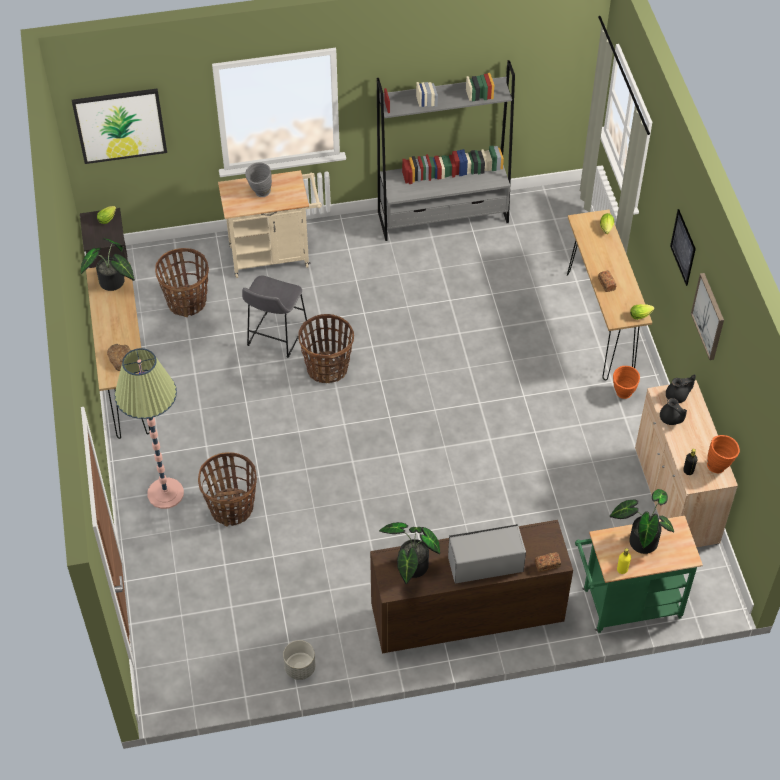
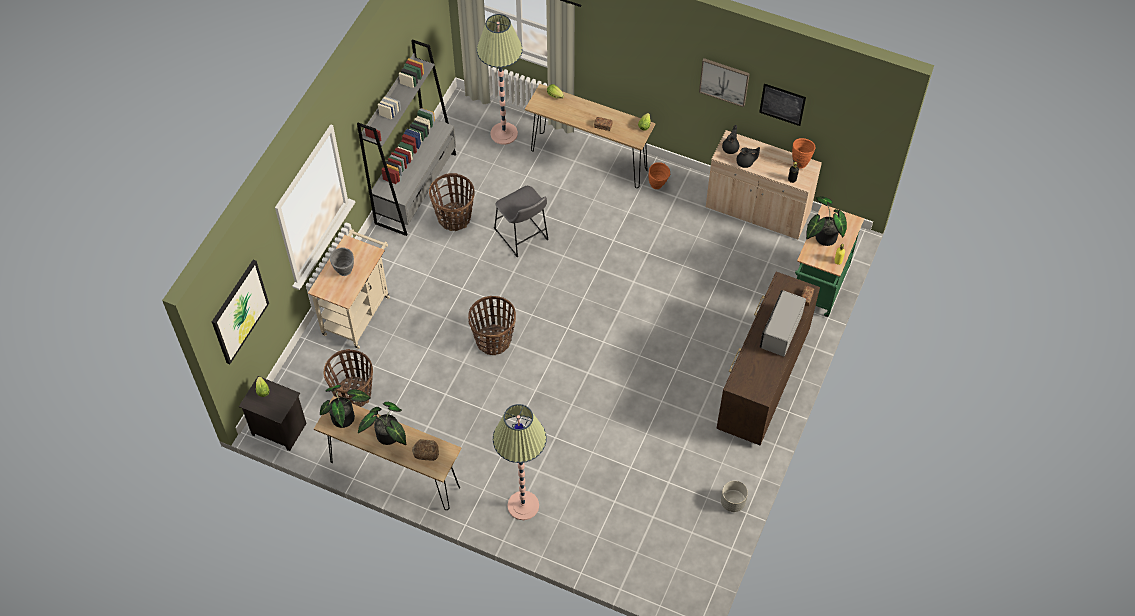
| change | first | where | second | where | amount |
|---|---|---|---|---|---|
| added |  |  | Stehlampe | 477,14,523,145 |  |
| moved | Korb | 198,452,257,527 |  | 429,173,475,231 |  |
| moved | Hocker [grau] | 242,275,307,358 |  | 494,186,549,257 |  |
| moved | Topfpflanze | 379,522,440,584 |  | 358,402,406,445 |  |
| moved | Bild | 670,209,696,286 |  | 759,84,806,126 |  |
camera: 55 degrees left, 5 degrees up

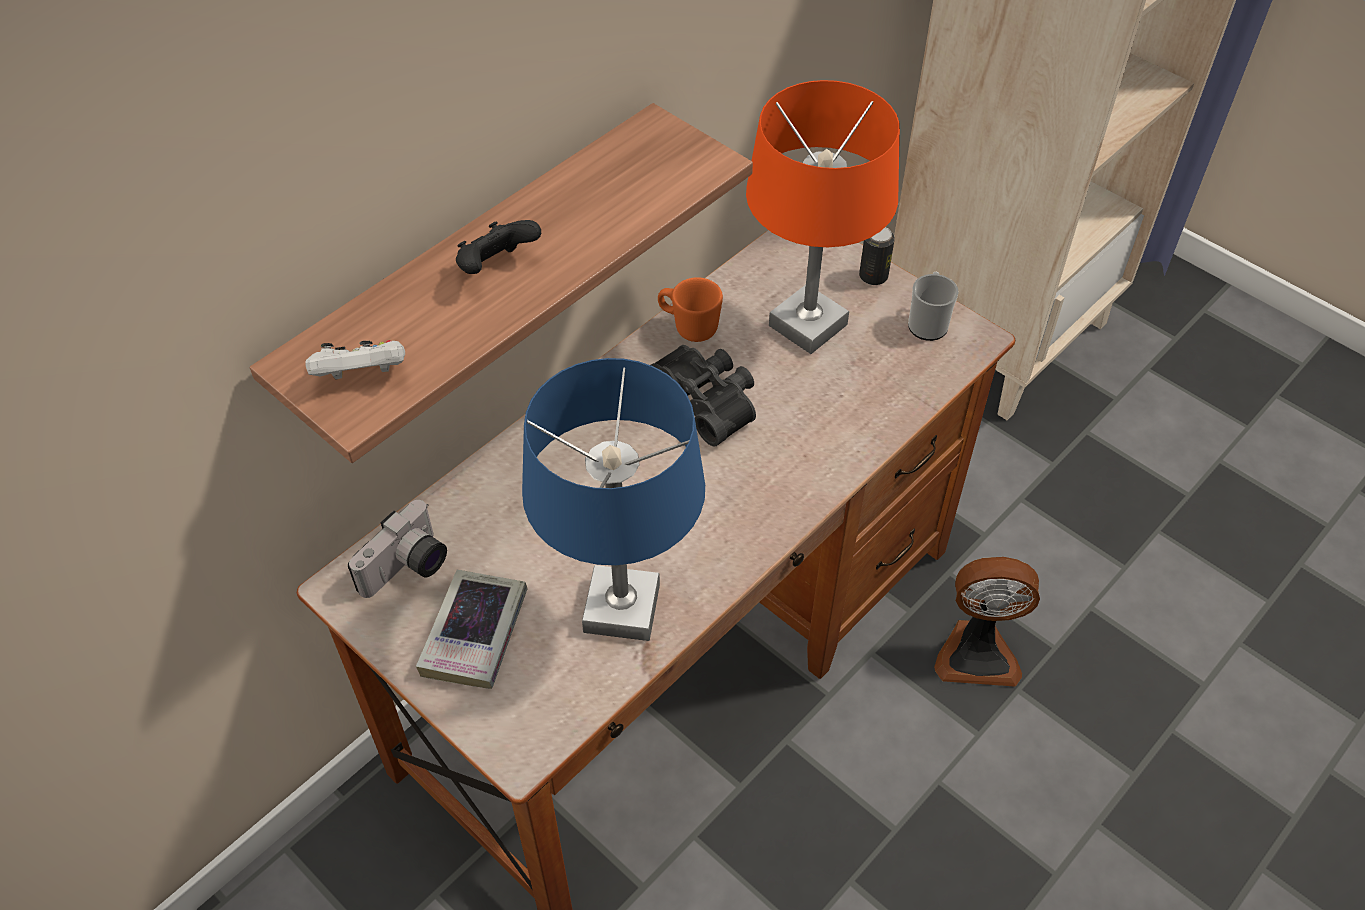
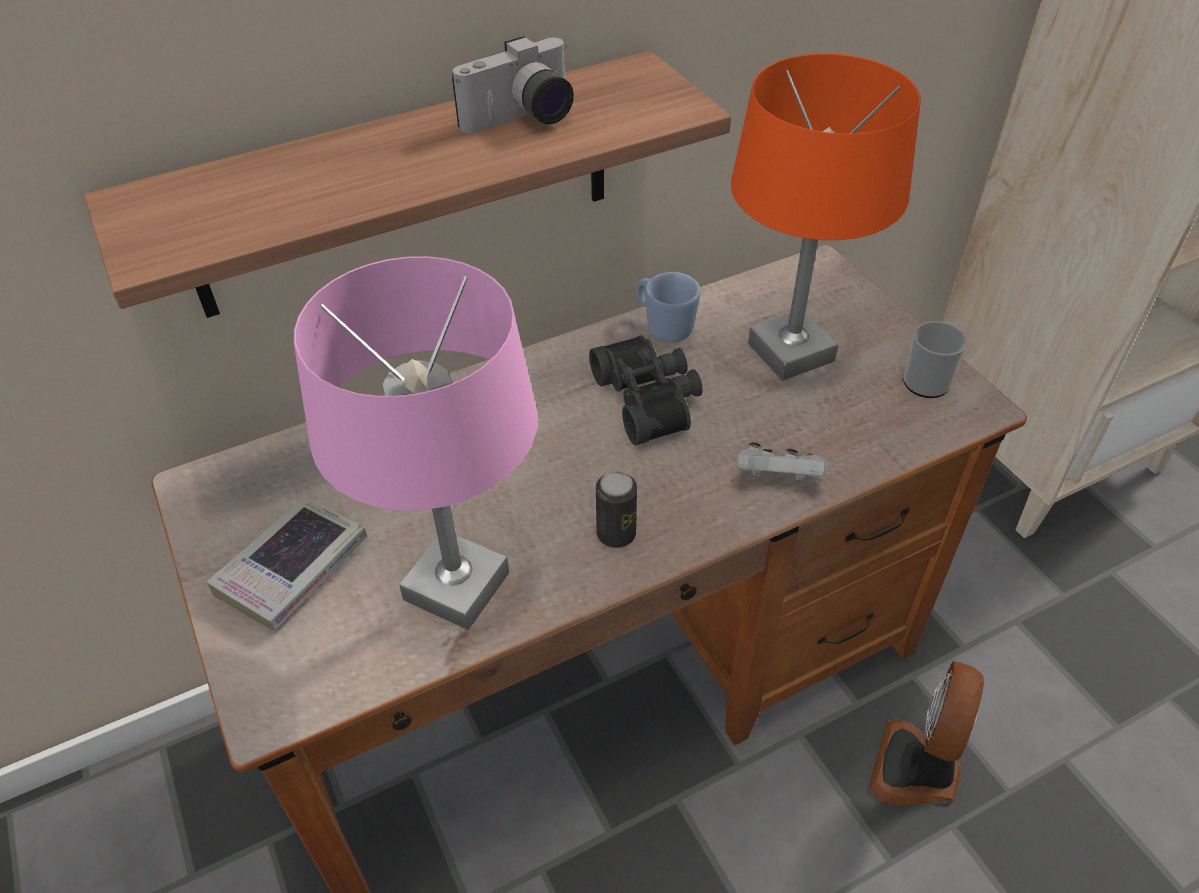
| change | first | where | second | where | amount |
|---|---|---|---|---|---|
| removed | Gamepad [schwarz] | 456,220,541,274 |  |  |  |
| moved | Gamepad [weiß] | 305,340,405,379 |  | 737,442,828,481 |  |
| moved | Kamera | 348,500,447,598 |  | 452,36,574,133 |  |
| moved | Dose | 859,227,895,285 |  | 596,471,637,548 |  |
| recoloured | Tischlampe [blau] | 522,358,705,641 | Tischlampe [rosa] | 294,256,538,630 |  |
| recoloured | Henkelbecher [orange] | 658,277,723,342 | Henkelbecher [blau] | 636,272,700,342 |  |
| turned | Ventilator | 934,557,1040,687 |  | 868,661,984,805 | 90 degrees clockwise |
camera: 20 degrees right, 5 degrees down

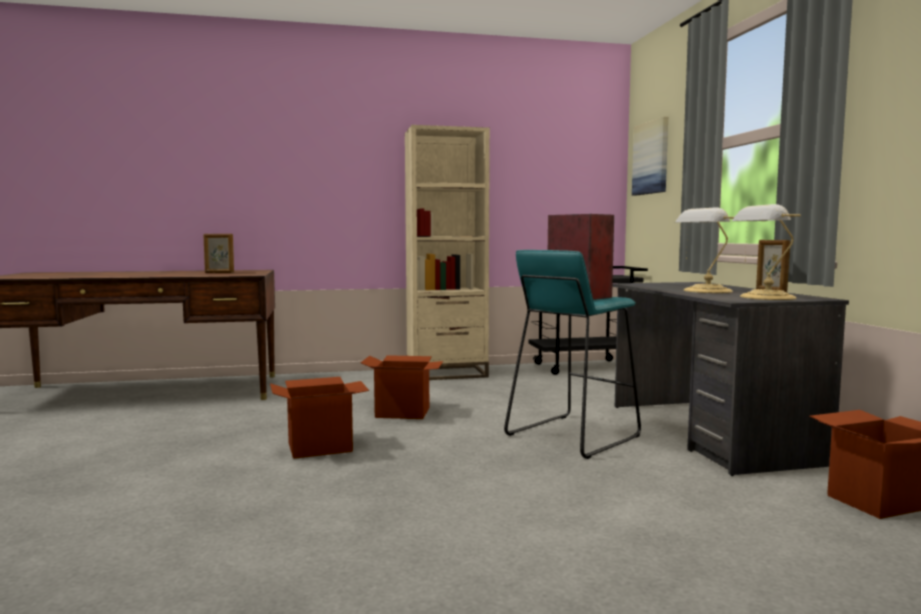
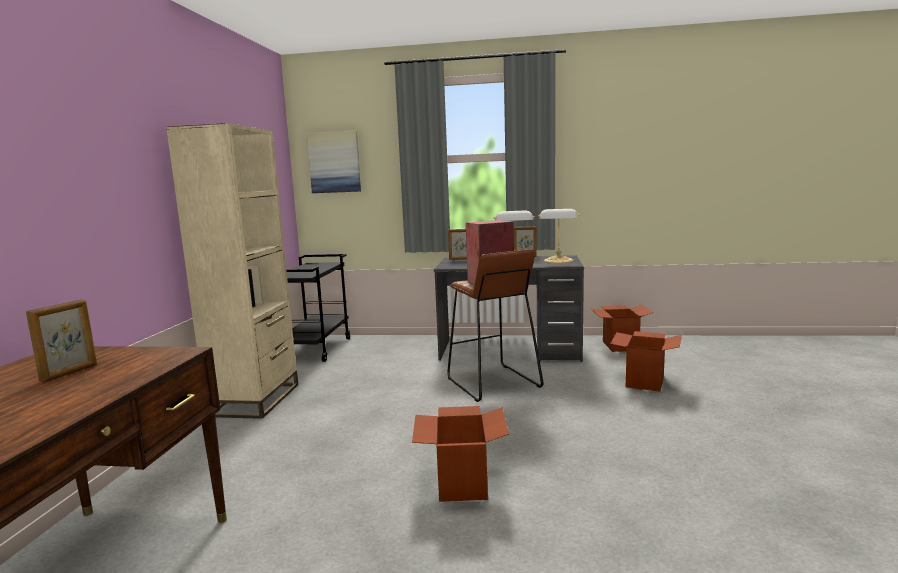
| change | first | where | second | where | amount |
|---|---|---|---|---|---|
| added |  |  | Bilderrahmen | 448,229,467,260 |  |
| moved | Karton | 360,355,443,419 |  | 610,331,682,392 |  |
| recoloured | Hocker [türkis] | 504,250,641,459 | Hocker [braun] | 448,250,543,402 |  |
camera: 70 degrees left, 5 degrees up

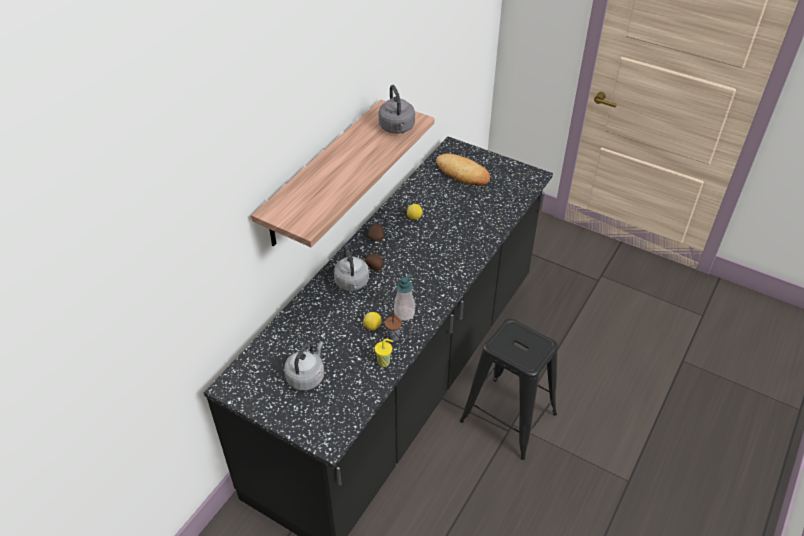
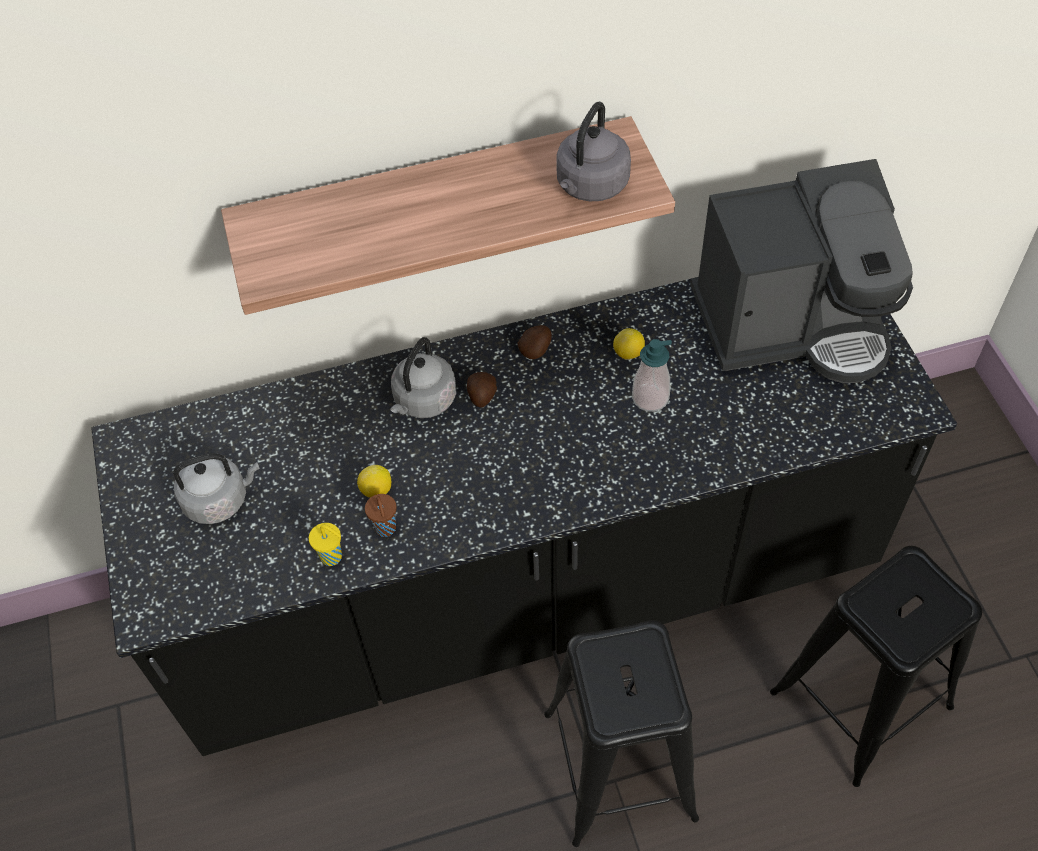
| change | first | where | second | where | amount |
|---|---|---|---|---|---|
| added |  |  | Hocker [schwarz] | 770,546,982,787 |  |
| moved | Seifenspender | 394,274,415,321 |  | 632,339,672,412 |  |
| replaced | Brot | 436,153,490,185 | Kaffeemaschine | 690,159,913,383 |  |
camera: 45 degrees right, 10 degrees up

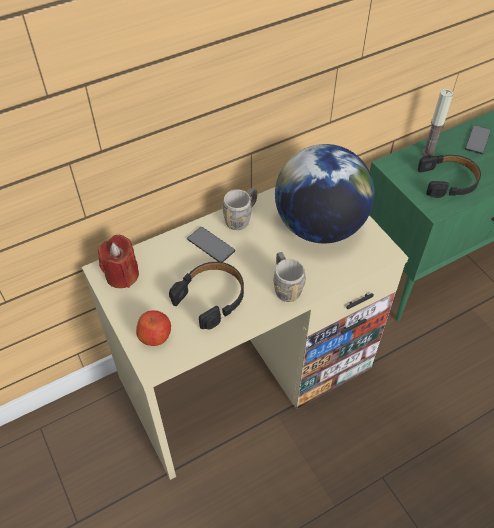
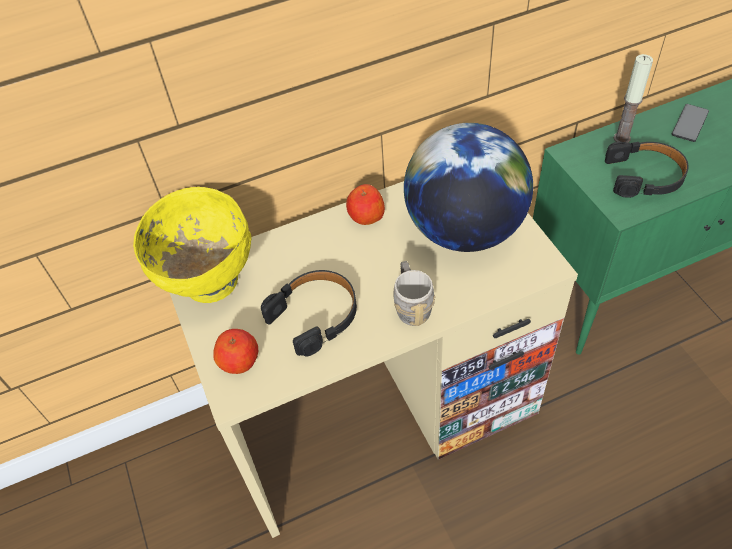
| change | first | where | second | where | amount |
|---|---|---|---|---|---|
| removed | Handy | 187,227,235,262 |  |  |  |
| replaced | Kerze [rot] | 98,235,139,288 | Schüssel [gelb] | 133,187,252,303 |  |
| replaced | Henkelbecher [grau] | 223,188,257,230 | Apfel | 346,184,385,225 |  |
camera: 10 degrees right, 0 degrees up

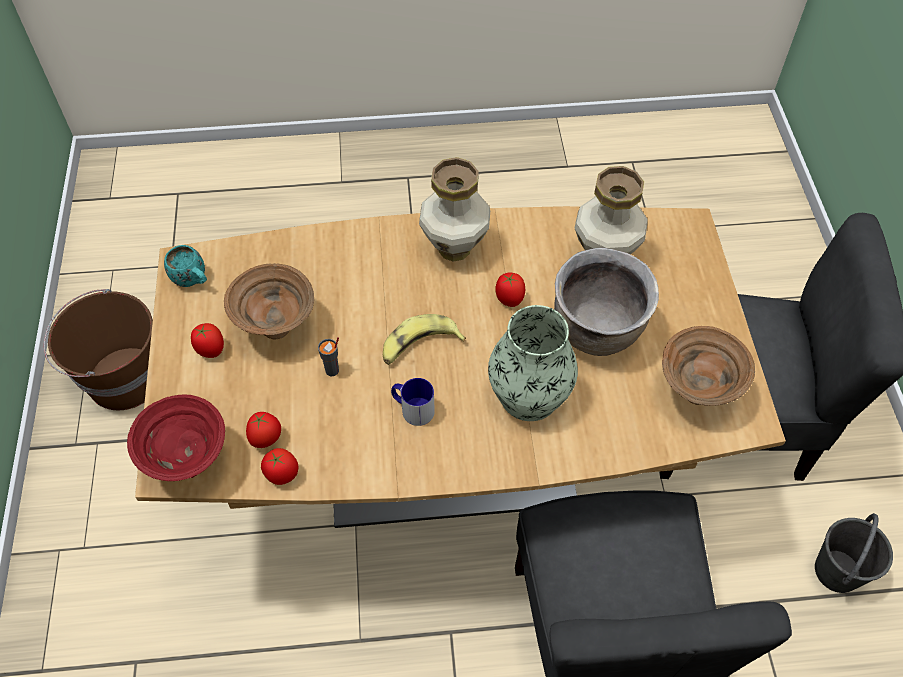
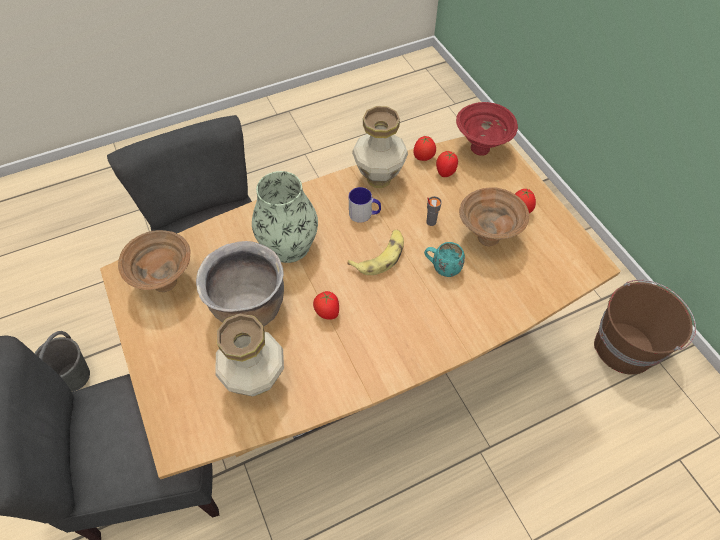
| change | first | where | second | where | amount |
|---|---|---|---|---|---|
| moved | Henkelbecher [türkis] | 164,245,207,287 |  | 424,242,465,277 |  |
| moved | Vase | 419,157,490,262 |  | 352,106,408,188 |  |
camera: 160 degrees right, 0 degrees up

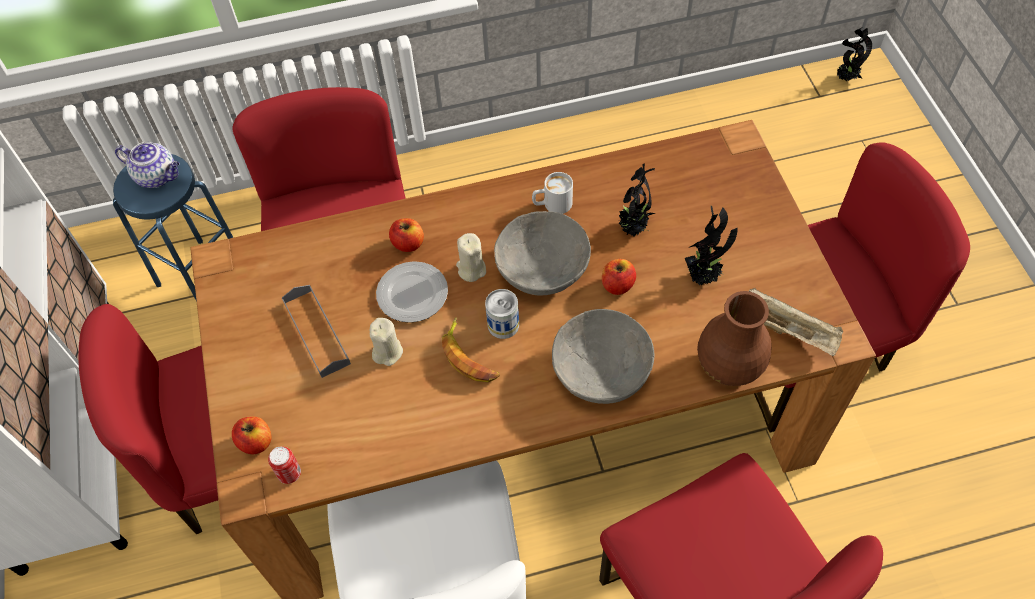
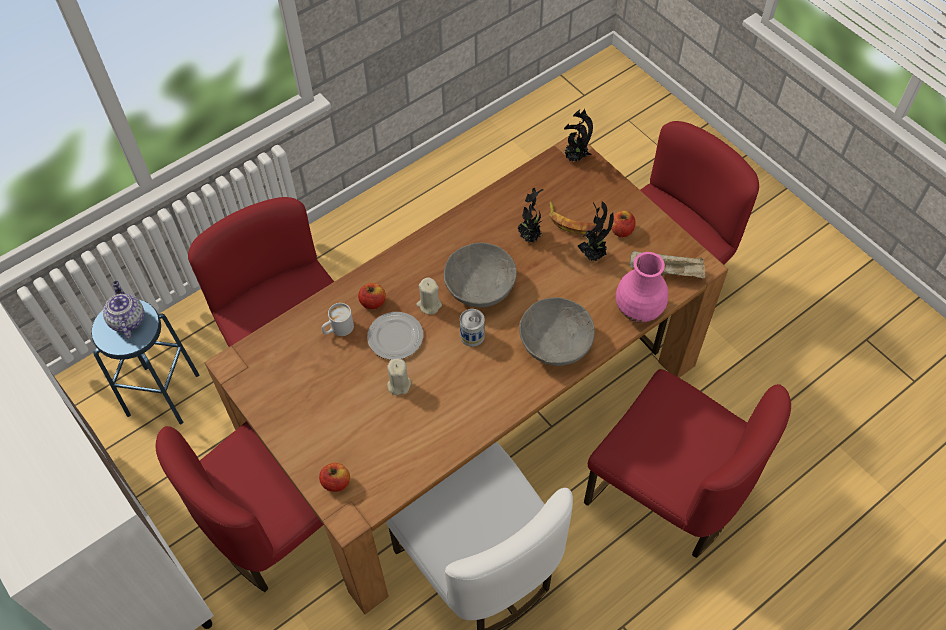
| change | first | where | second | where | amount |
|---|---|---|---|---|---|
| removed | Dose | 268,447,301,484 |  |  |  |
| removed | Tablett [grau] | 282,285,351,378 |  |  |  |
| moved | Banane | 442,317,500,382 |  | 549,201,597,235 |  |
| moved | Henkelbecher [weiß] | 532,172,573,214 |  | 322,303,354,336 |  |
| moved | Apfel | 602,259,636,295 |  | 611,210,635,237 |  |
| moved | Topfpflanze | 837,27,872,81 |  | 564,109,593,162 |  |
| recoloured | Vase [braun] | 697,291,771,386 | Vase [rosa] | 616,252,668,323 |  |
| turned | Teekanne | 115,142,180,188 |  | 103,281,144,339 | 105 degrees counterclockwise |
camera: 25 degrees left, 0 degrees up

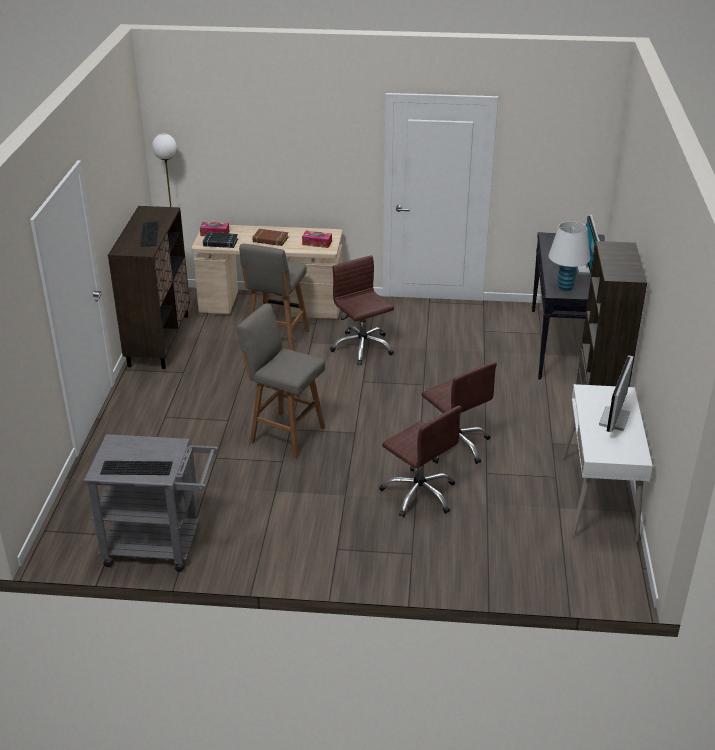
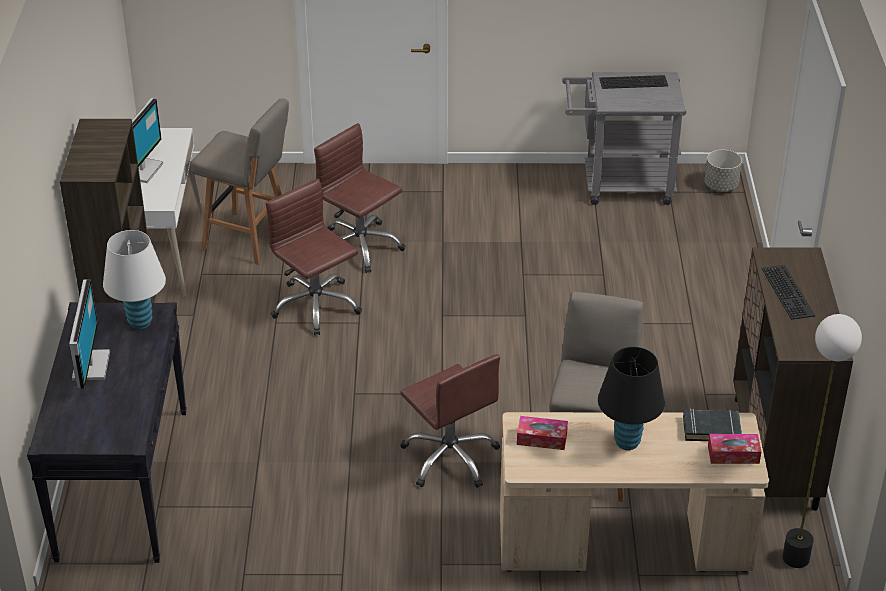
| change | first | where | second | where | amount |
|---|---|---|---|---|---|
| added |  |  | Pflanzkübel [grau] | 705,150,742,191 |  |
| moved | Hocker [grau] | 237,303,325,458 |  | 191,98,289,265 |  |
| replaced | Buch [braun] | 252,229,288,246 | Tischlampe [schwarz] | 598,347,665,450 |  |
camera: 175 degrees right, 5 degrees up

